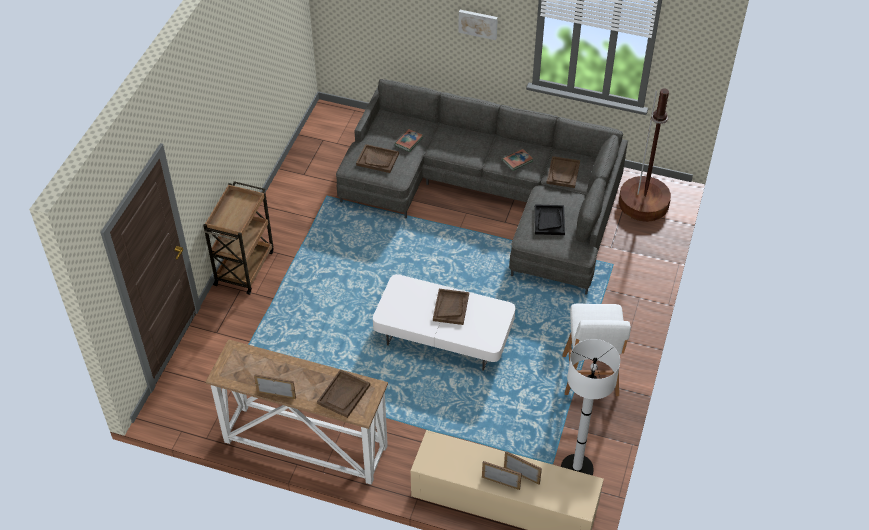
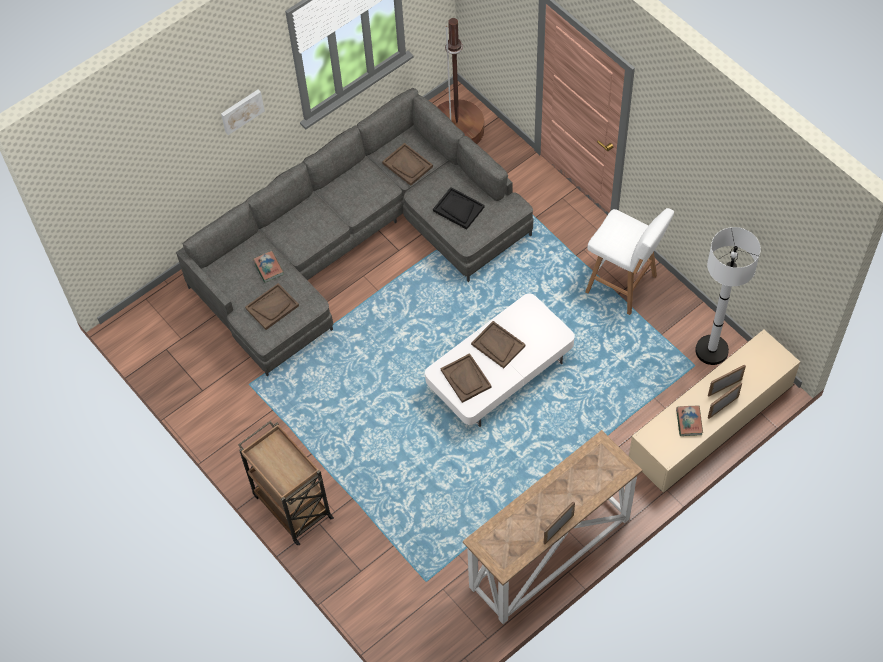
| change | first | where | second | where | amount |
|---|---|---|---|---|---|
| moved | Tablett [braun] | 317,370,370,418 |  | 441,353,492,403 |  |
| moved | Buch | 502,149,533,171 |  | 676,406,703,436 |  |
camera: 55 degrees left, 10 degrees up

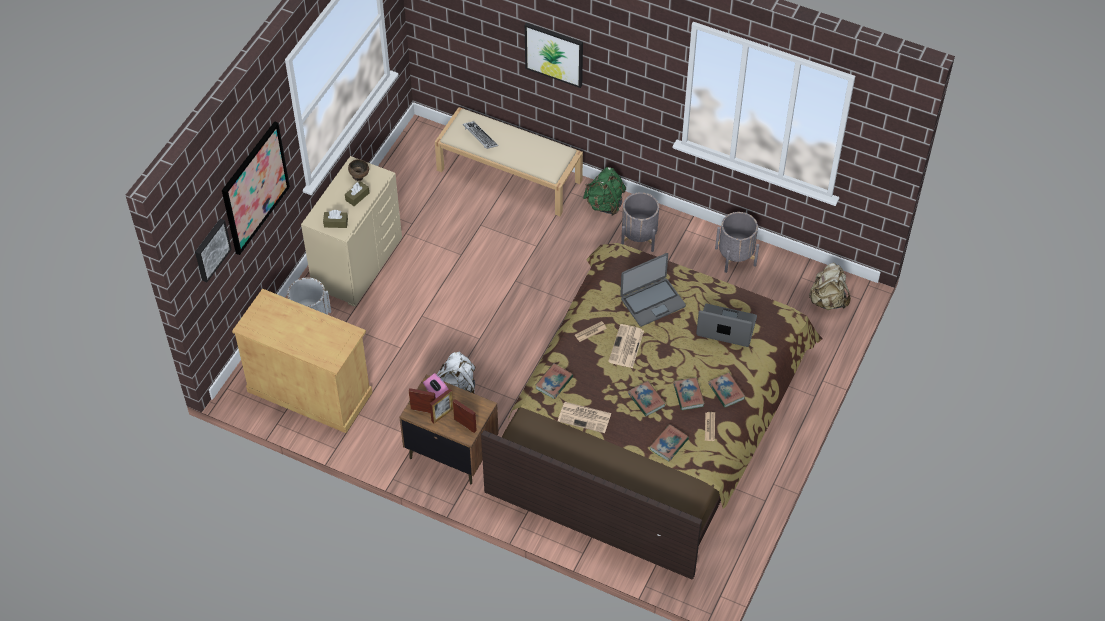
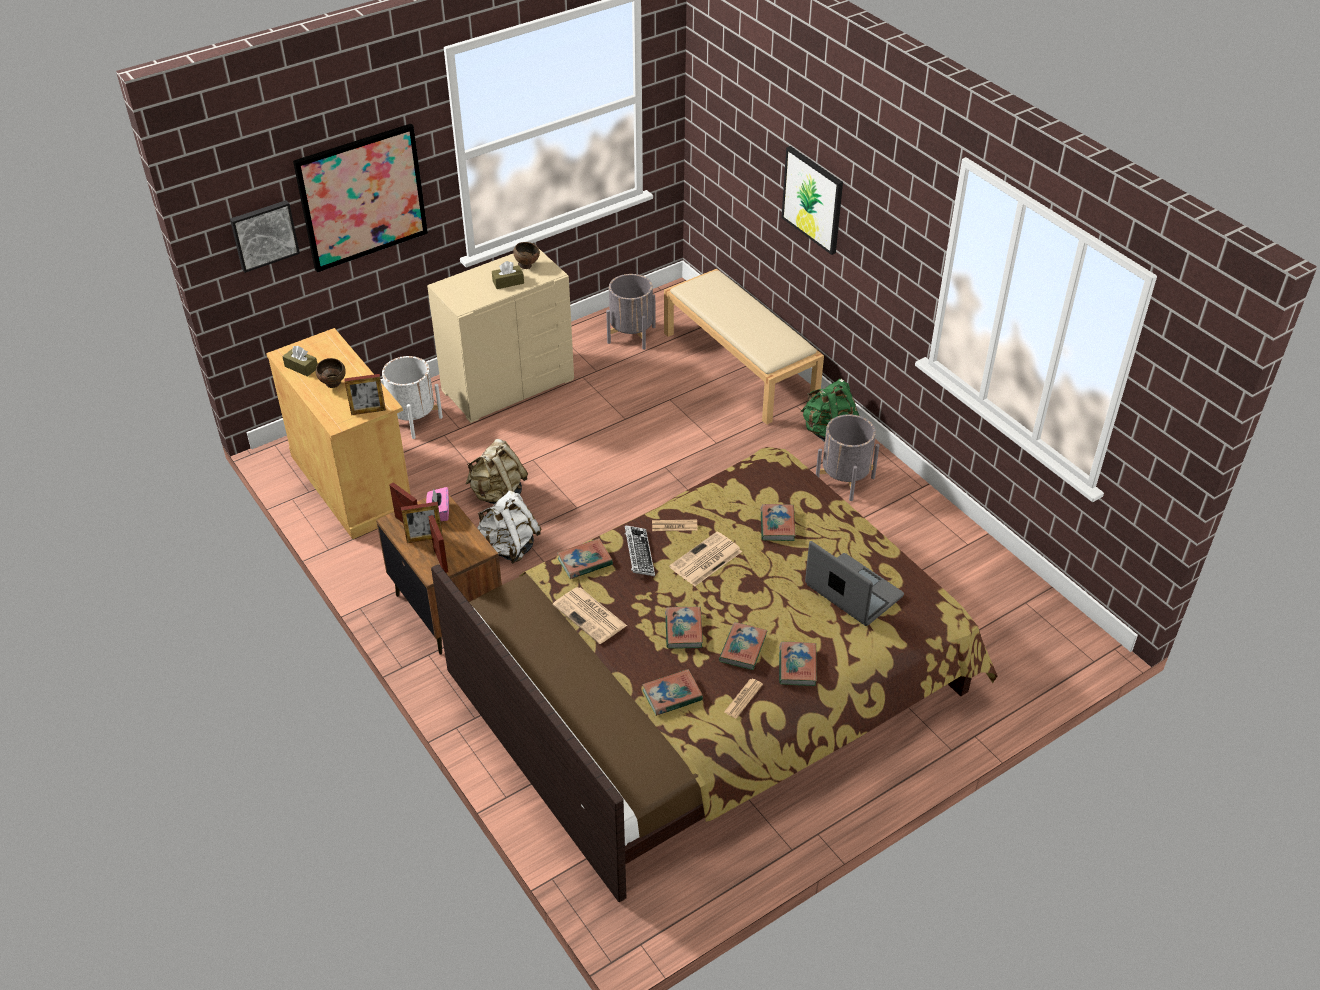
| change | first | where | second | where | amount |
|---|---|---|---|---|---|
| added |  |  | Schüssel [braun] | 315,358,346,388 |  |
| added |  |  | Bilderrahmen | 344,374,386,415 |  |
| moved | Taschentuchbox [braun] | 323,210,348,228 |  | 282,346,318,377 |  |
| moved | Tastatur | 463,121,498,149 |  | 625,525,655,576 |  |
| moved | Pflanzkübel [grau] | 715,212,759,273 |  | 606,274,655,350 |  |
| moved | Rucksack [beige] | 809,262,851,310 |  | 465,439,528,504 |  |
| replaced | Laptop | 620,253,686,327 | Buch | 761,504,796,541 |  |
camera: 30 degrees right, 10 degrees down

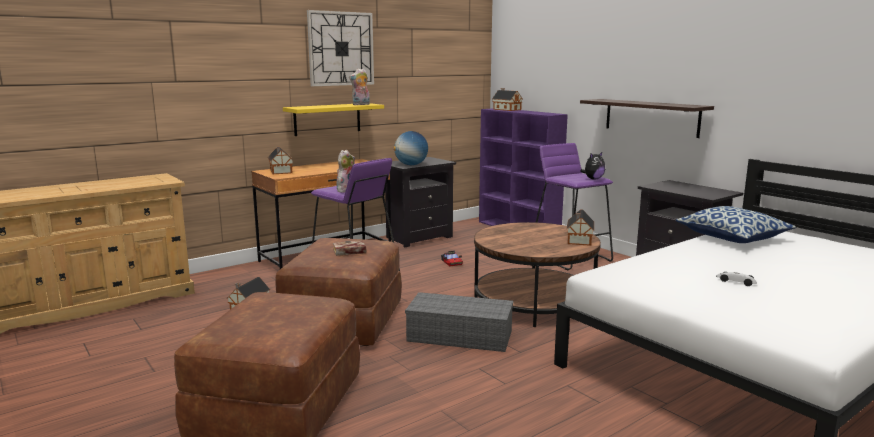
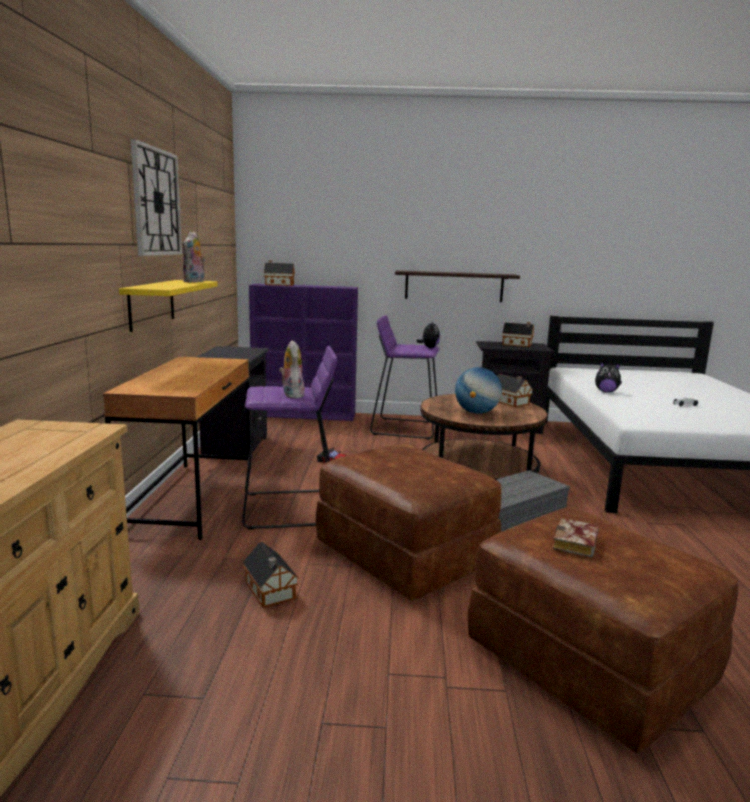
| change | first | where | second | where | amount |
|---|---|---|---|---|---|
| removed | Kissen | 676,206,796,243 |  |  |  |
| added |  |  | Plüschtier | 595,362,622,392 |  |
| moved | Spielzeughaus | 268,147,294,174 |  | 502,322,534,347 |  |
| moved | Buch | 333,240,366,256 |  | 553,518,599,558 |  |
| moved | Globus | 394,131,428,165 |  | 455,367,502,414 |  |
camera: 50 degrees left, 0 degrees up

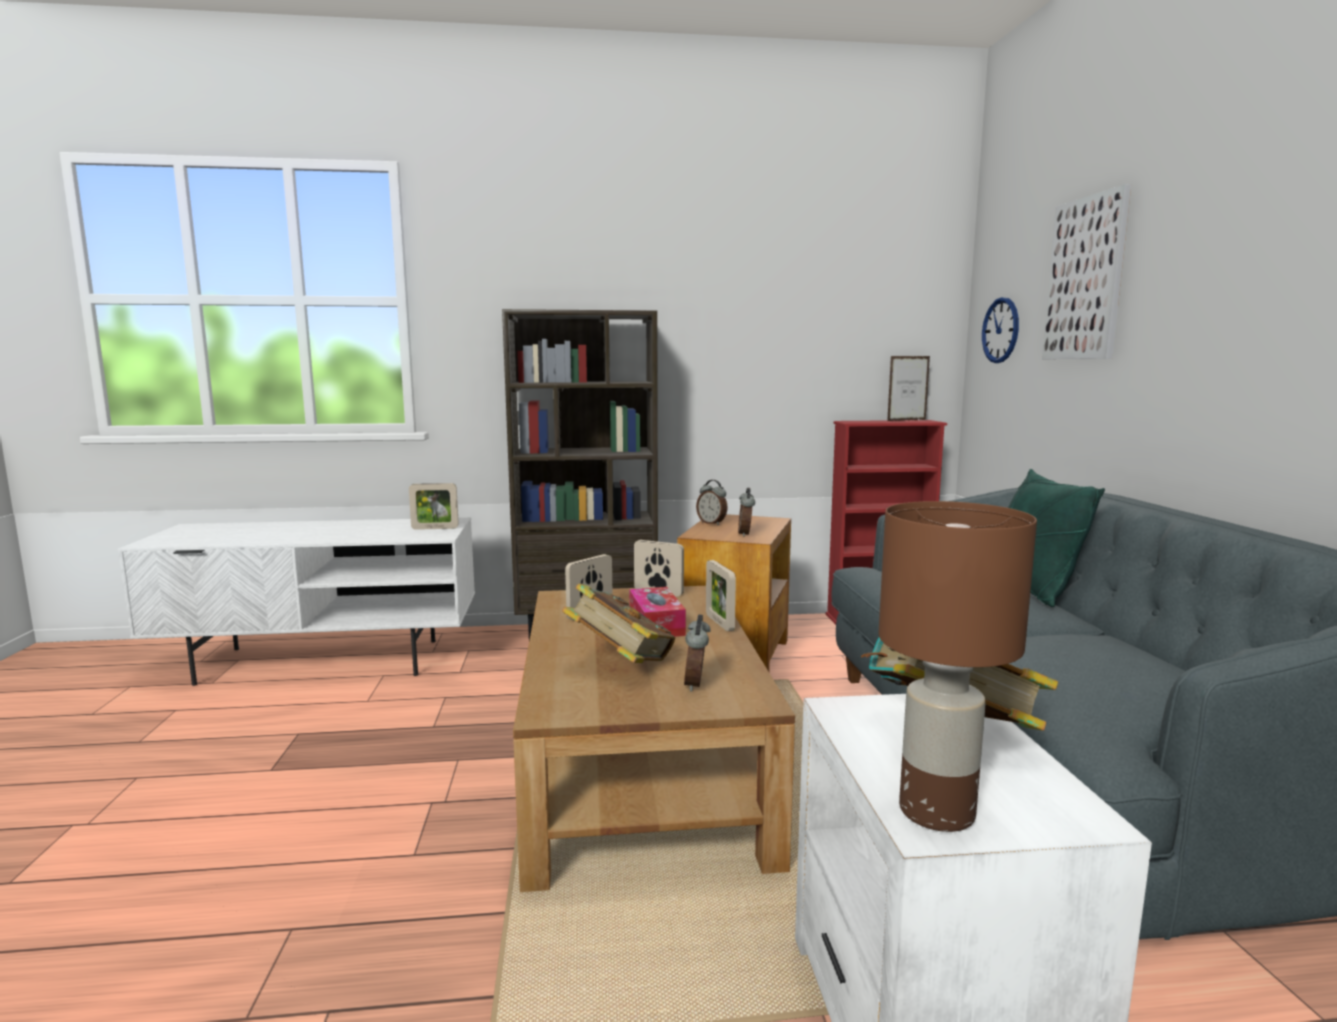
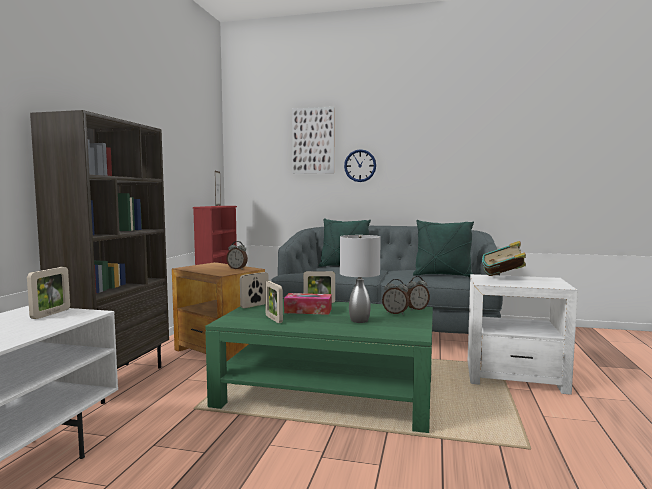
| change | first | where | second | where | amount |
|---|---|---|---|---|---|
| removed | Tischlampe [braun] | 879,501,1037,832 |  |  |  |
| added |  |  | Kissen [grün] | 413,220,474,277 |  |
| moved | Wecker | 696,480,727,525 |  | 406,276,430,311 |  |
| moved | Wanduhr | 982,297,1019,363 |  | 344,149,376,182 |  |
| replaced | Buch | 562,584,675,663 | Tischlampe [grau] | 340,235,381,323 |  |
| recoloured | Couchtisch [braun] | 513,586,795,892 | Couchtisch [grün] | 205,299,433,433 |  |
camera: 70 degrees left, 5 degrees down

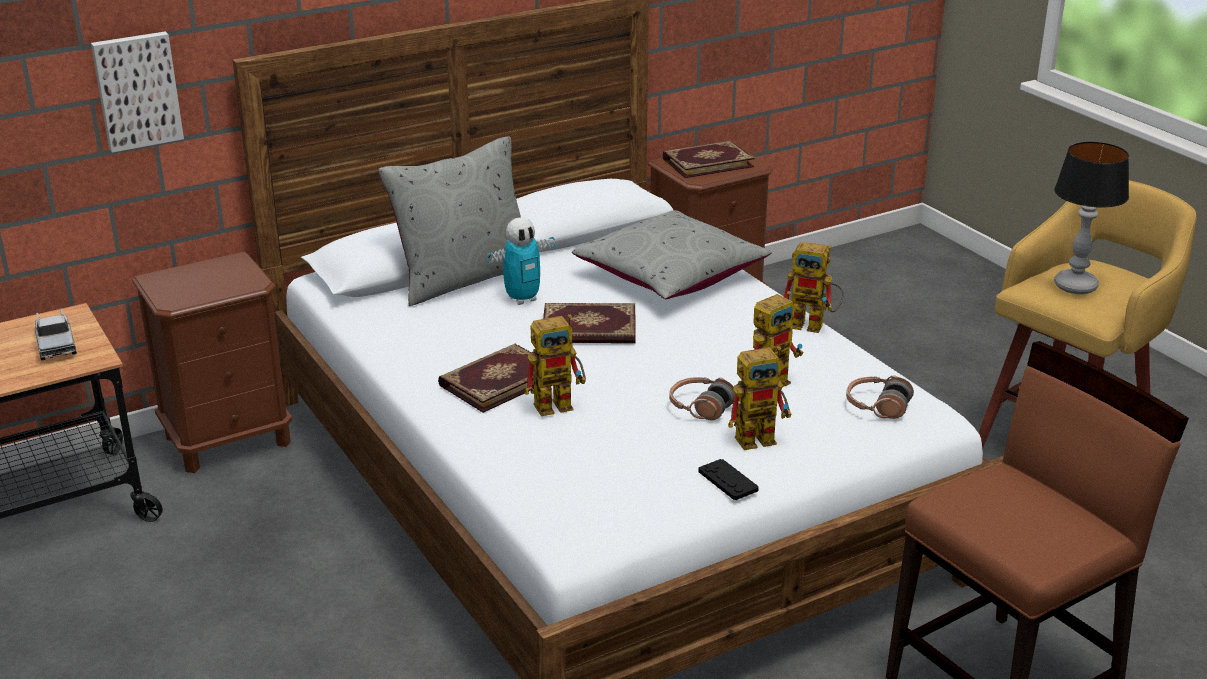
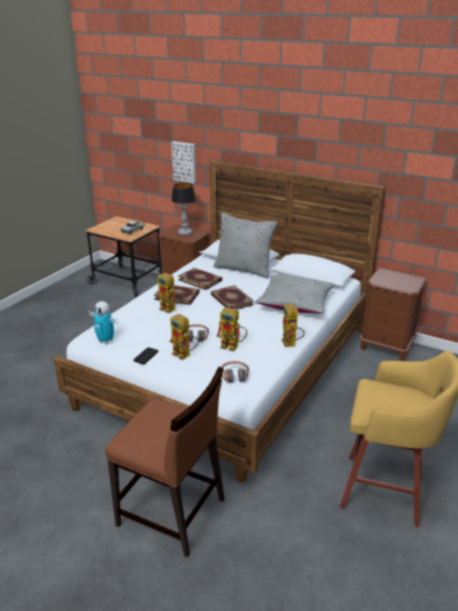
| change | first | where | second | where | amount |
|---|---|---|---|---|---|
| moved | Spielzeugroboter | 487,217,555,305 |  | 88,301,119,344 |  |
| moved | Buch | 663,141,754,178 |  | 178,268,222,290 |  |
| moved | Tischlampe | 1054,142,1129,294 |  | 171,183,196,236 |  |
camera: 60 degrees right, 0 degrees up

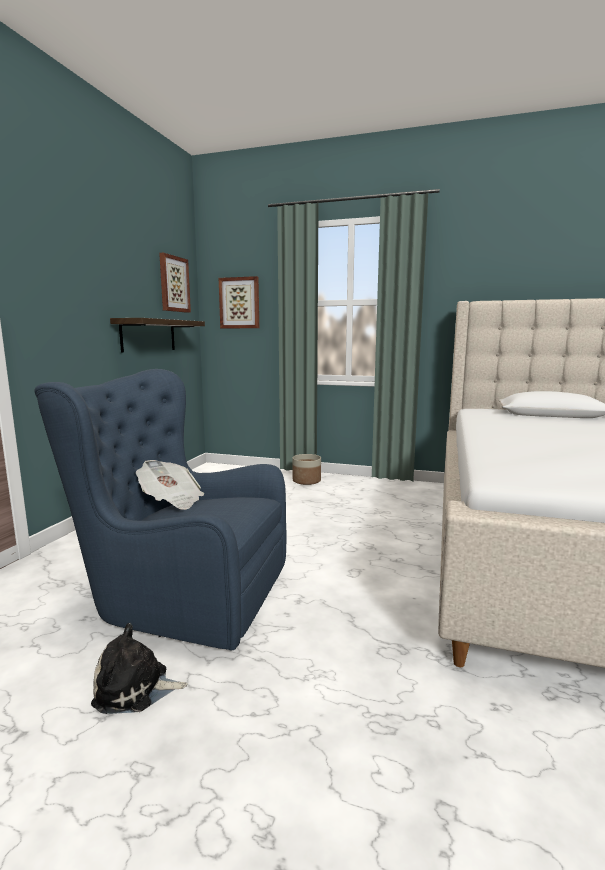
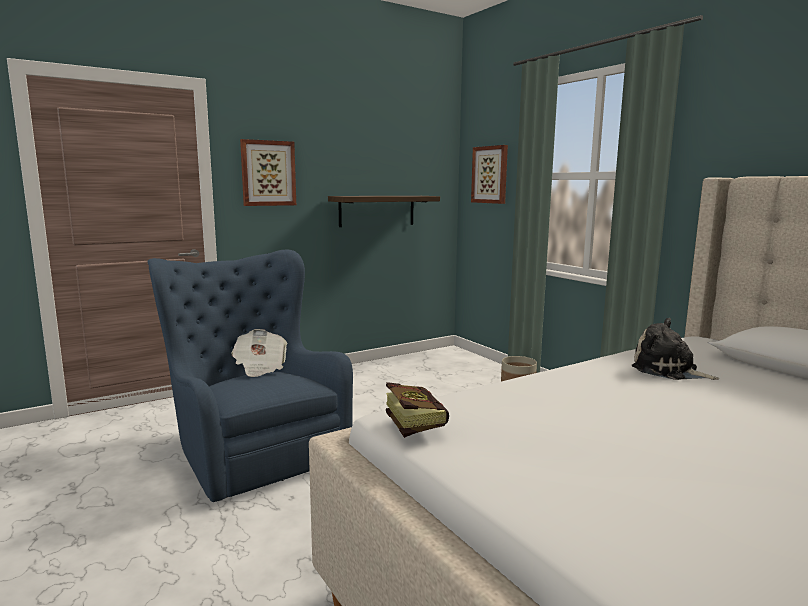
| change | first | where | second | where | amount |
|---|---|---|---|---|---|
| added |  |  | Buch | 386,382,449,438 |  |
| moved | Plüschtier | 91,623,188,714 |  | 632,318,719,380 |  |
| moved | Bild | 159,253,191,313 |  | 240,139,296,206 |  |
camera: 40 degrees right, 0 degrees up

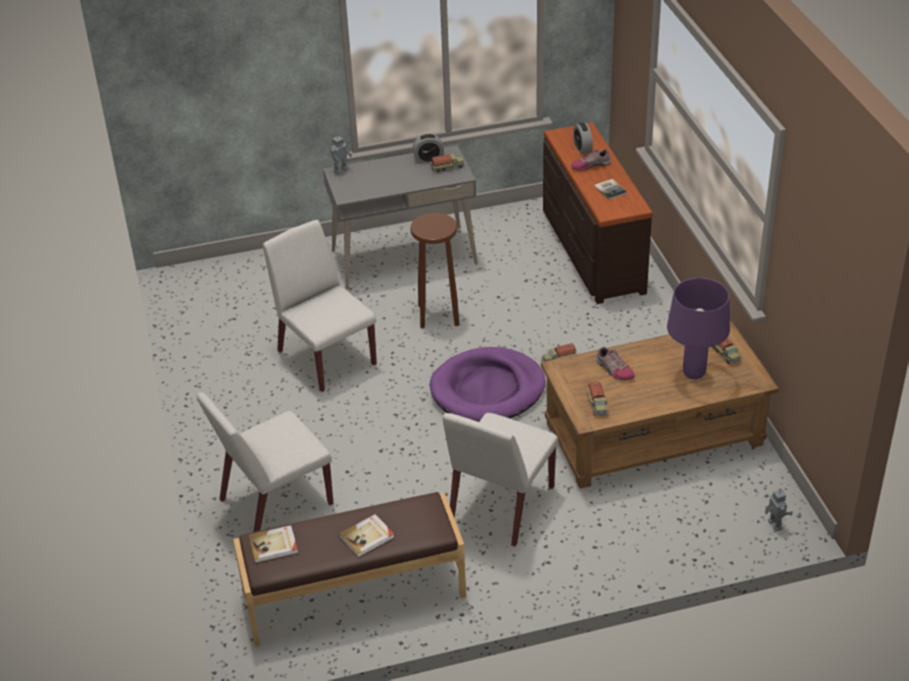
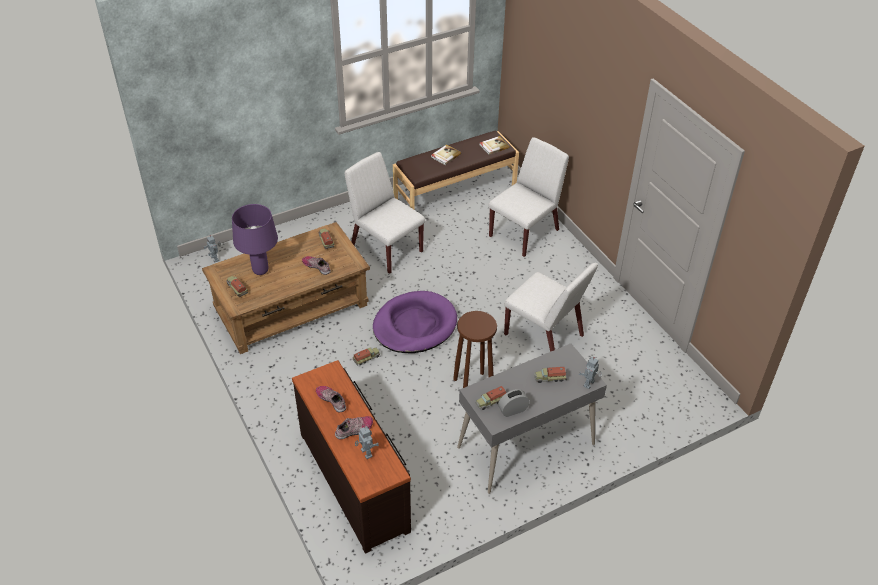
| change | first | where | second | where | amount |
|---|---|---|---|---|---|
| added |  |  | Spielzeuglaster | 534,367,567,383 |  |
| replaced | Wecker | 573,122,593,154 | Spielzeugroboter | 355,426,379,459 |  |
| replaced | Buch | 594,179,627,200 | Schuh | 316,386,346,413 |  |
| turned | Stuhl [weiß] | 443,413,558,546 |  | 344,152,425,274 | 60 degrees counterclockwise |
camera: 165 degrees right, 5 degrees up

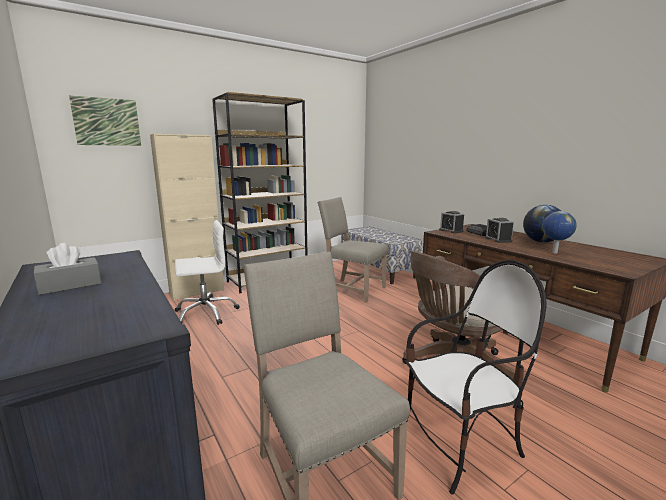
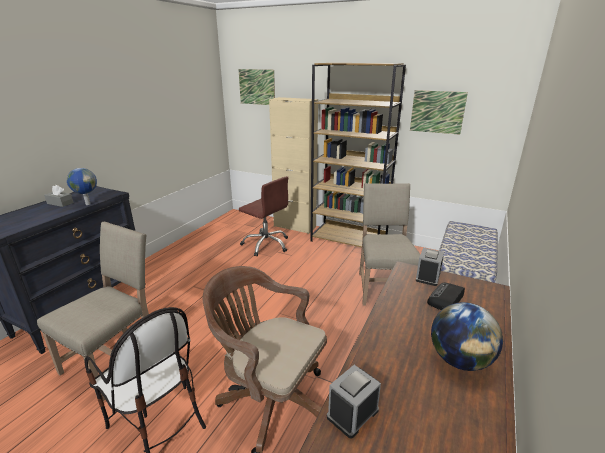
| change | first | where | second | where | amount |
|---|---|---|---|---|---|
| added |  |  | Bild | 410,90,468,135 |  |
| moved | Wecker | 485,218,514,243 |  | 327,365,381,439 |  |
| moved | Globus | 542,211,577,254 |  | 67,168,97,205 |  |
| recoloured | Bürostuhl [weiß] | 175,220,240,325 | Bürostuhl [braun] | 239,176,288,256 |  |
camera: 60 degrees right, 10 degrees up

